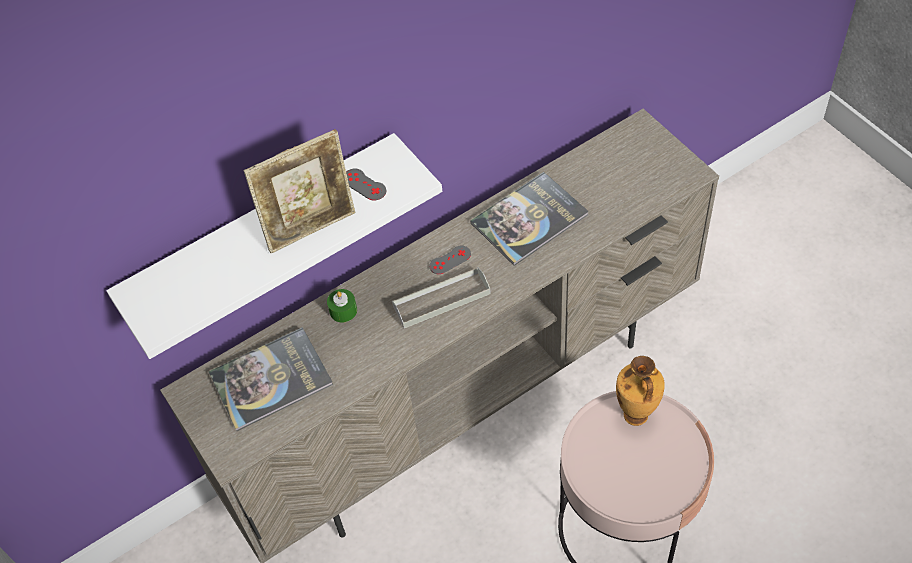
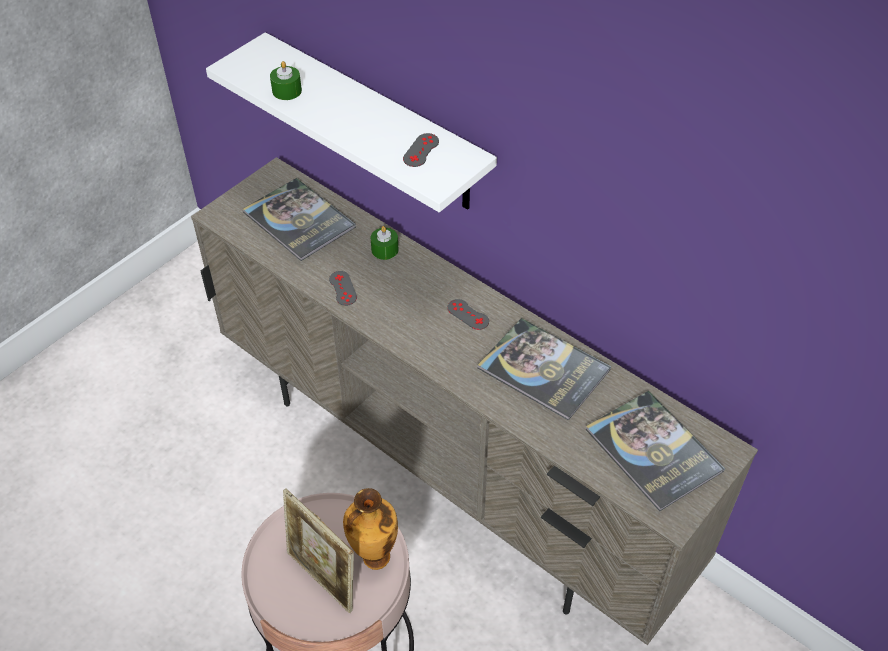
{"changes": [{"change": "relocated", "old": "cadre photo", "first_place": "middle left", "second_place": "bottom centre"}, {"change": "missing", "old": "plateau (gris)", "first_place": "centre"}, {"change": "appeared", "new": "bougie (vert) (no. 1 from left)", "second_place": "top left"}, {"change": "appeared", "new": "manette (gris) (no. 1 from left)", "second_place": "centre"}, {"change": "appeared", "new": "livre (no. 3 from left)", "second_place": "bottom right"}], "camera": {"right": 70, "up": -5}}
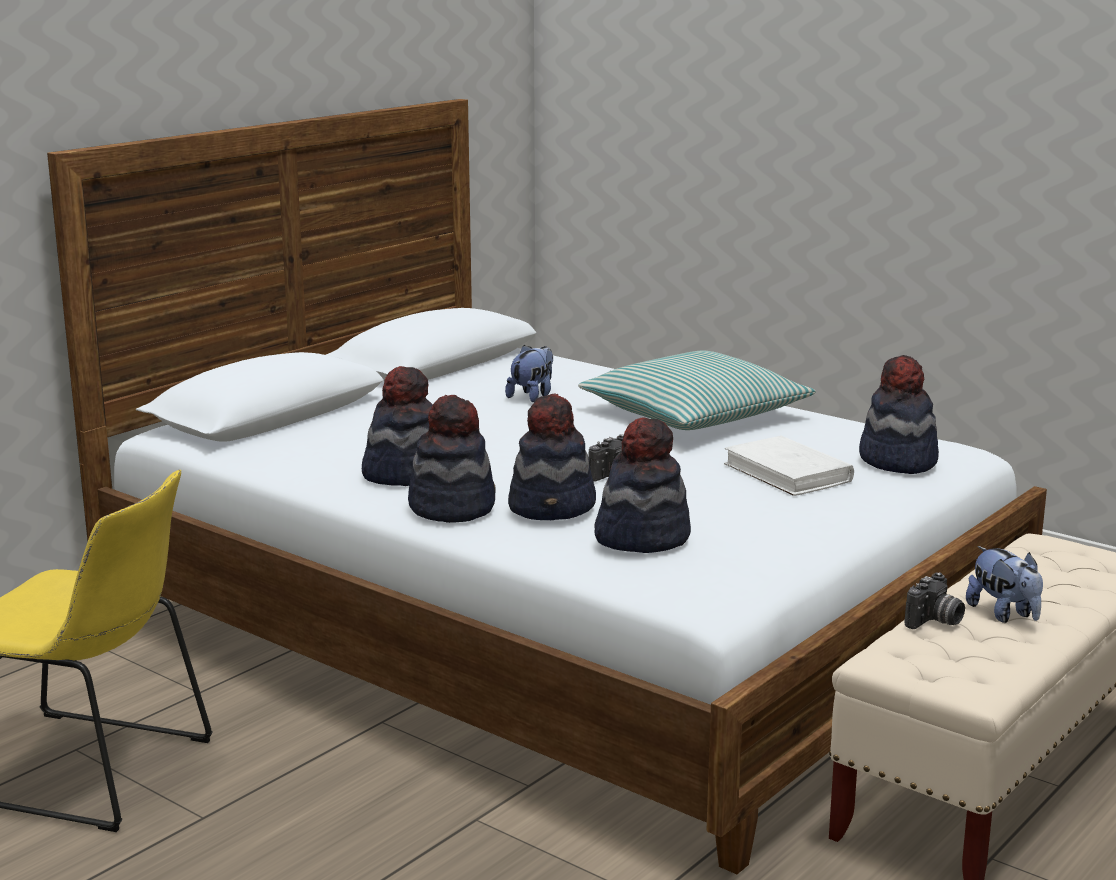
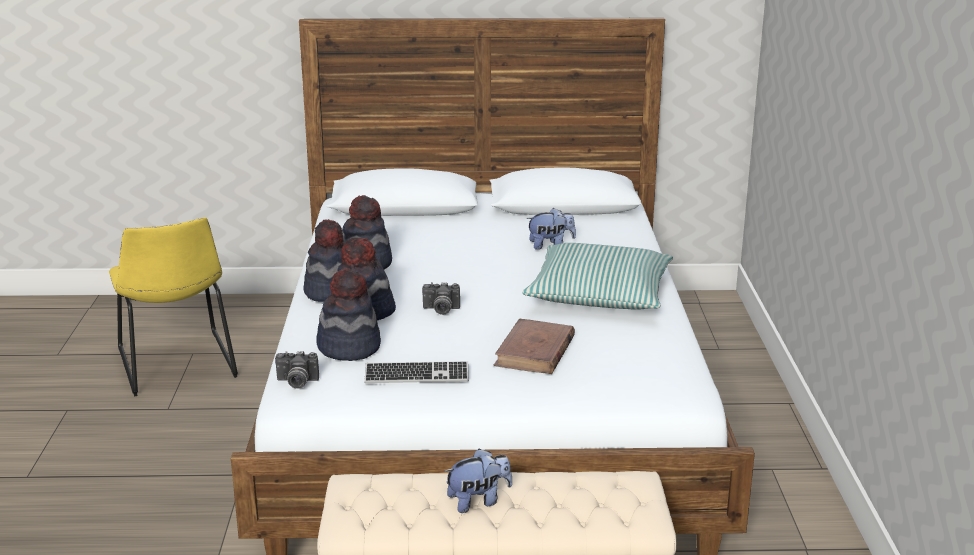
{"changes": [{"change": "colour", "old": "livre (blanc)", "new": "livre (marron)", "first_place": "middle right", "second_place": "centre"}, {"change": "missing", "old": "chapeau (no. 5 from left)", "first_place": "middle right"}, {"change": "relocated", "old": "appareil photo (no. 2 from left in the first image)", "new": "appareil photo (no. 1 from left)", "first_place": "bottom right", "second_place": "bottom left"}, {"change": "spun", "old": "peluche (no. 2 from left in the first image)", "first_place": "middle right", "second_place": "bottom centre", "degrees": -135}, {"change": "appeared", "new": "clavier", "second_place": "bottom centre"}], "camera": {"right": 50, "up": 5}}
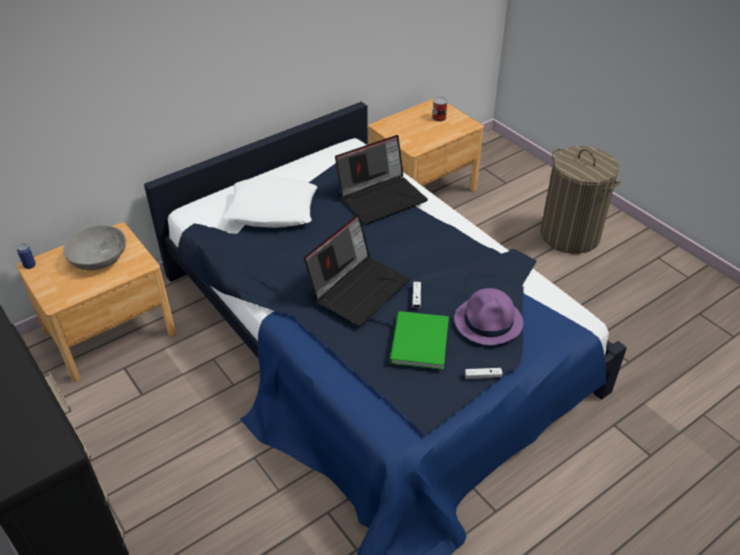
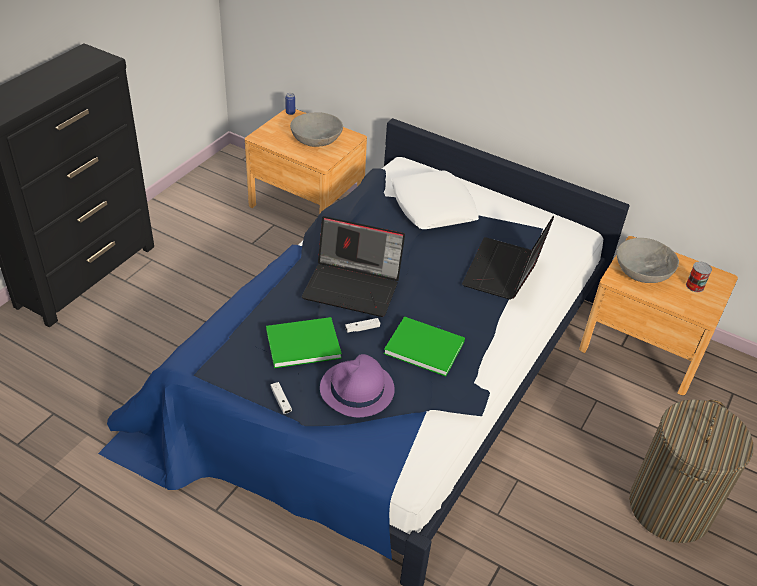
{"changes": [{"change": "spun", "old": "ordinateur portable (no. 2 from left)", "first_place": "top centre", "second_place": "middle right", "degrees": 75}, {"change": "appeared", "new": "livre (vert) (no. 2 from left)", "second_place": "centre"}, {"change": "appeared", "new": "bol (gris) (no. 2 from left)", "second_place": "middle right"}], "camera": {"right": 65, "up": 0}}
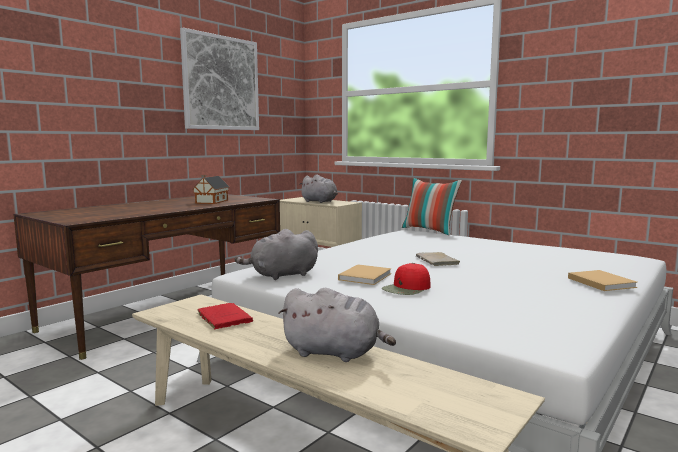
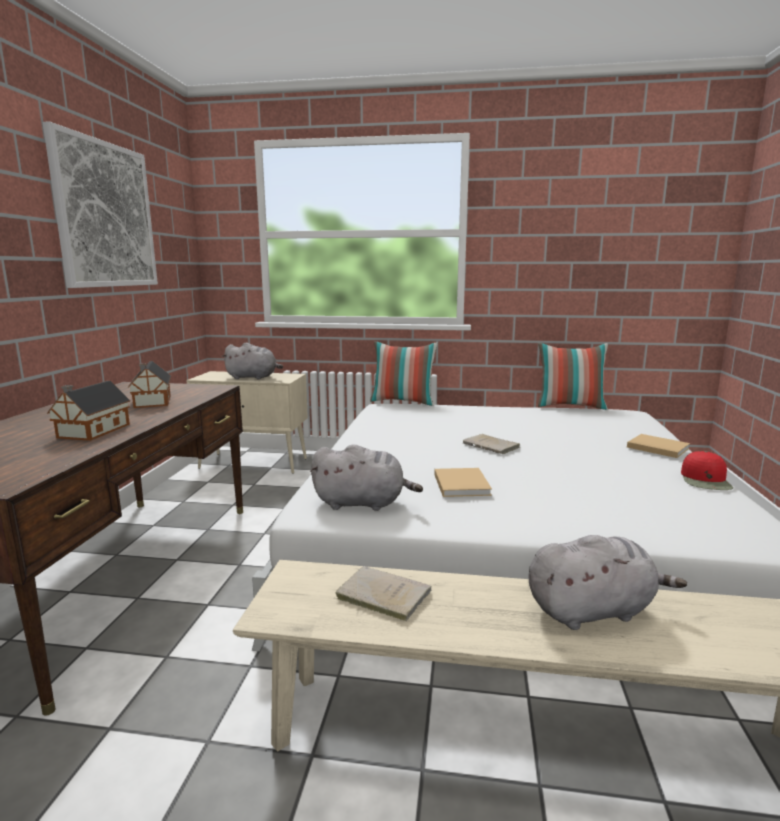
{"changes": [{"change": "colour", "old": "livre (rouge)", "new": "livre (beige) (no. 1 from left)", "first_place": "bottom left", "second_place": "bottom centre"}, {"change": "spun", "old": "peluche (gris) (no. 1 from left in the first image)", "first_place": "centre", "second_place": "centre", "degrees": -120}, {"change": "relocated", "old": "casquette (rouge)", "first_place": "centre", "second_place": "middle right"}, {"change": "appeared", "new": "maison miniature (no. 1 from left)", "second_place": "middle left"}, {"change": "appeared", "new": "coussin (no. 2 from left)", "second_place": "middle right"}], "camera": {"right": -30, "up": 5}}
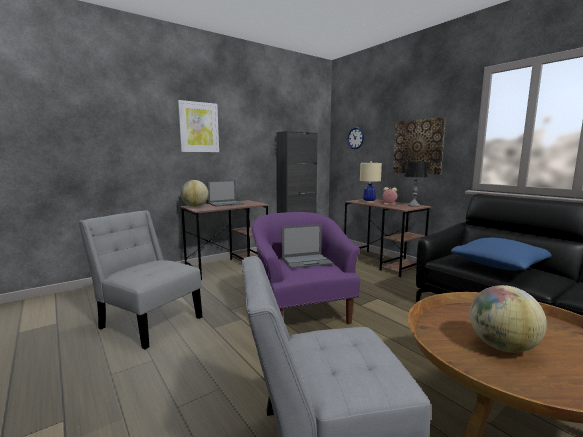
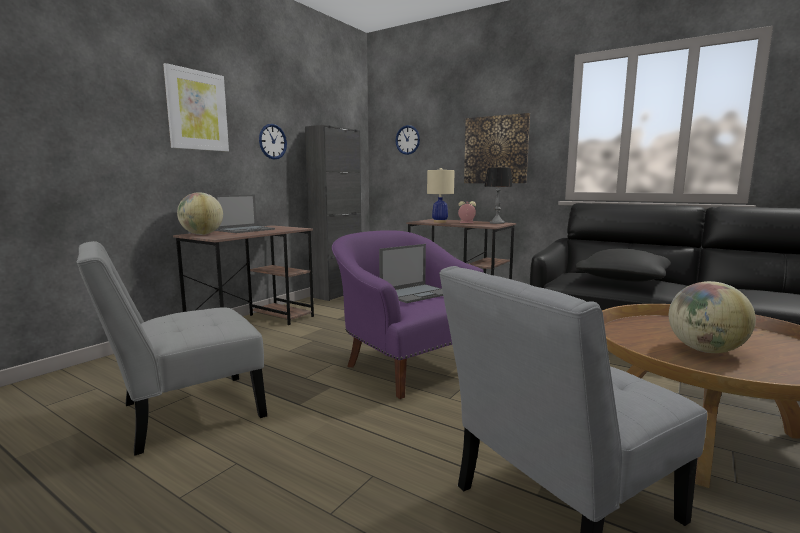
{"changes": [{"change": "spun", "old": "chaise (gris) (no. 1 from left)", "first_place": "middle left", "second_place": "middle left", "degrees": -45}, {"change": "colour", "old": "coussin (bleu)", "new": "coussin (noir)", "first_place": "middle right", "second_place": "middle right"}, {"change": "appeared", "new": "horloge murale (no. 1 from left)", "second_place": "top centre"}], "camera": {"right": -20, "up": 0}}
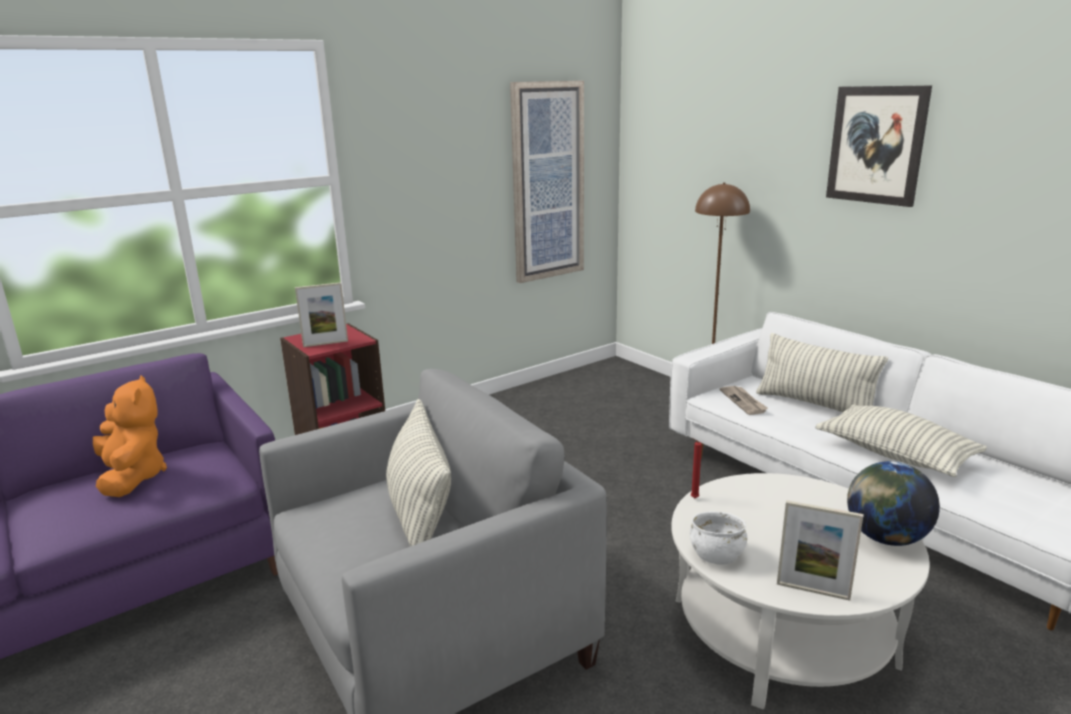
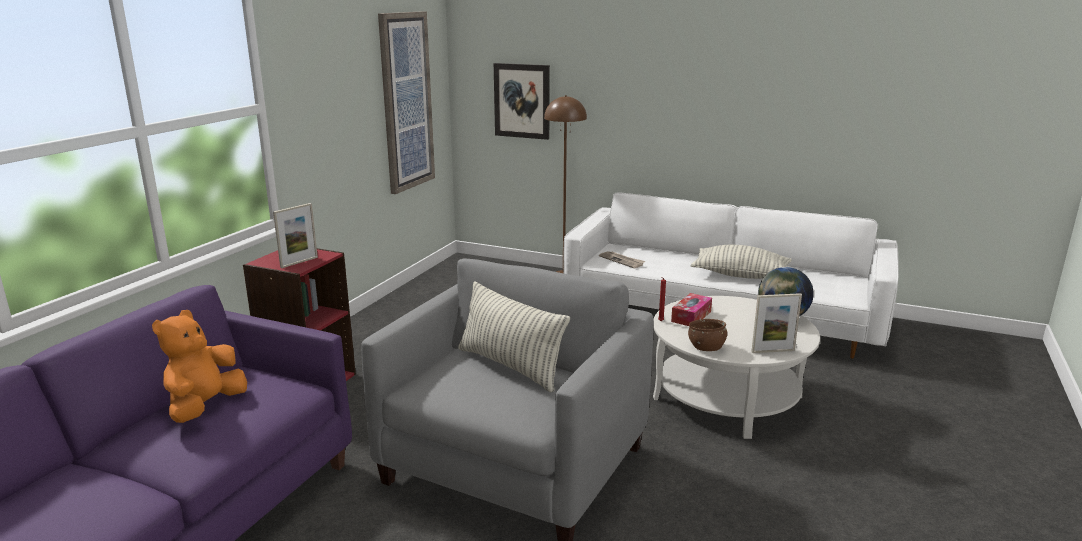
{"changes": [{"change": "spun", "old": "peluche (orange)", "first_place": "middle left", "second_place": "bottom left", "degrees": -105}, {"change": "colour", "old": "bol (blanc)", "new": "bol (marron)", "first_place": "bottom right", "second_place": "centre"}, {"change": "missing", "old": "coussin (no. 2 from left)", "first_place": "middle right"}, {"change": "relocated", "old": "tableau (no. 2 from left)", "first_place": "top right", "second_place": "top centre"}, {"change": "appeared", "new": "boîte à mouchoirs", "second_place": "centre"}], "camera": {"right": -30, "up": 0}}
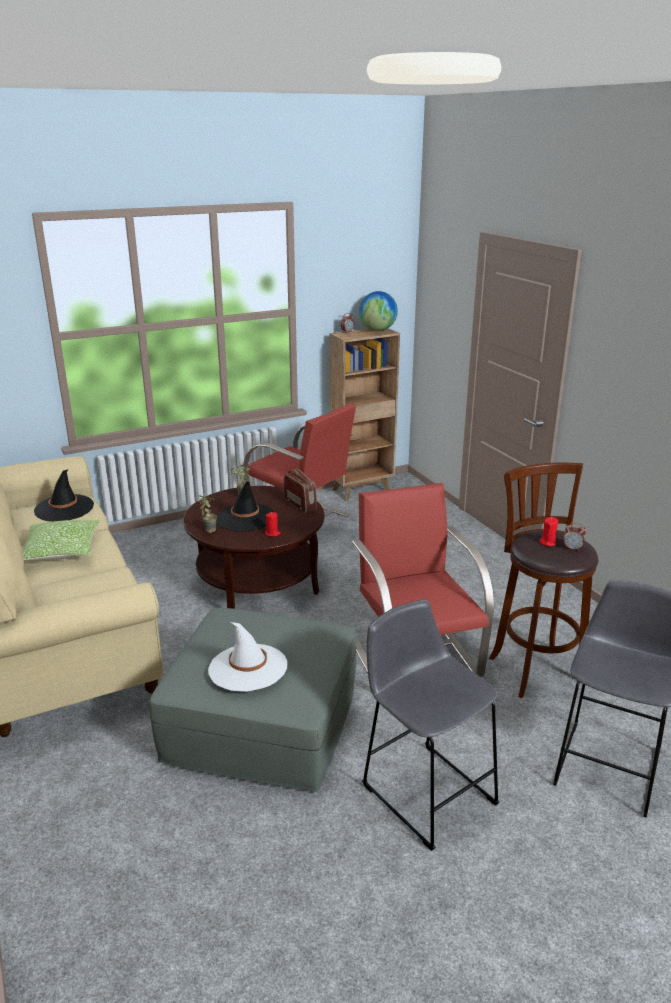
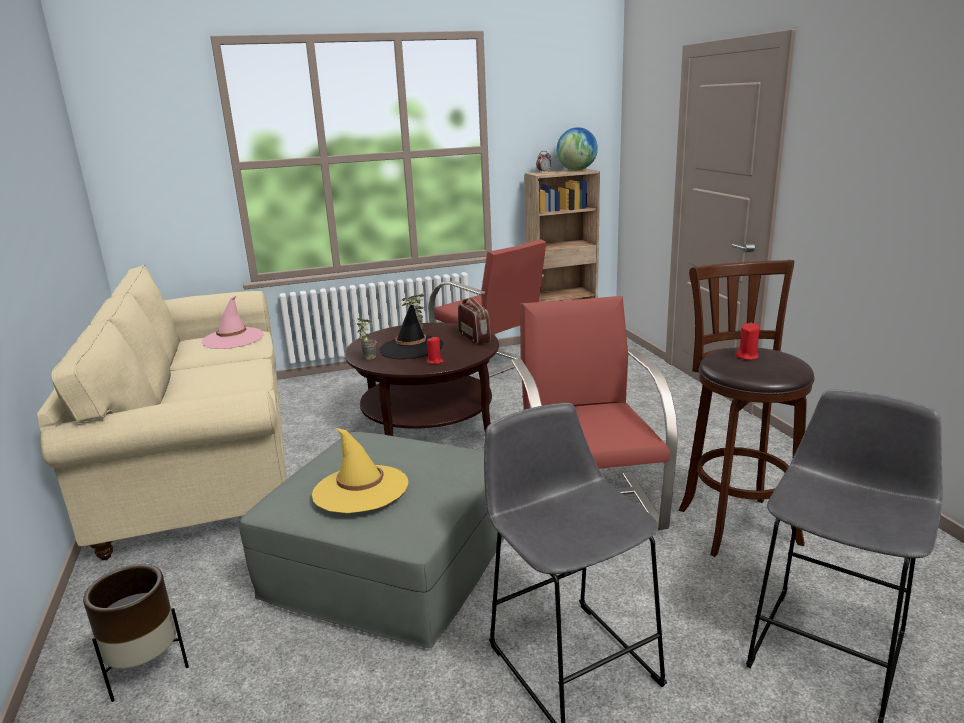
{"changes": [{"change": "missing", "old": "coussin", "first_place": "middle left"}, {"change": "colour", "old": "chapeau (noir) (no. 1 from left)", "new": "chapeau (rose)", "first_place": "middle left", "second_place": "middle left"}, {"change": "colour", "old": "chapeau (blanc)", "new": "chapeau (jaune)", "first_place": "centre", "second_place": "centre"}, {"change": "missing", "old": "réveil (no. 2 from left)", "first_place": "middle right"}, {"change": "appeared", "new": "cache-pot (marron)", "second_place": "bottom left"}], "camera": {"right": 10, "up": -5}}
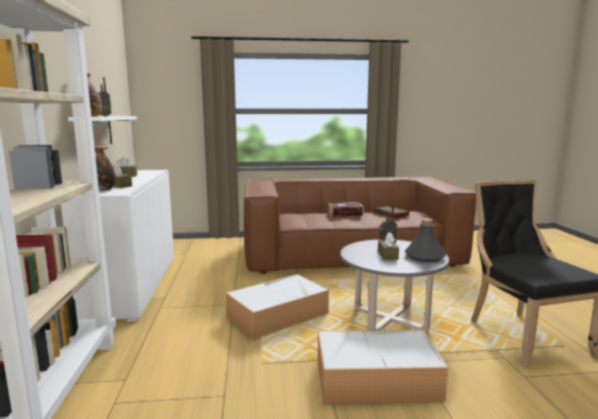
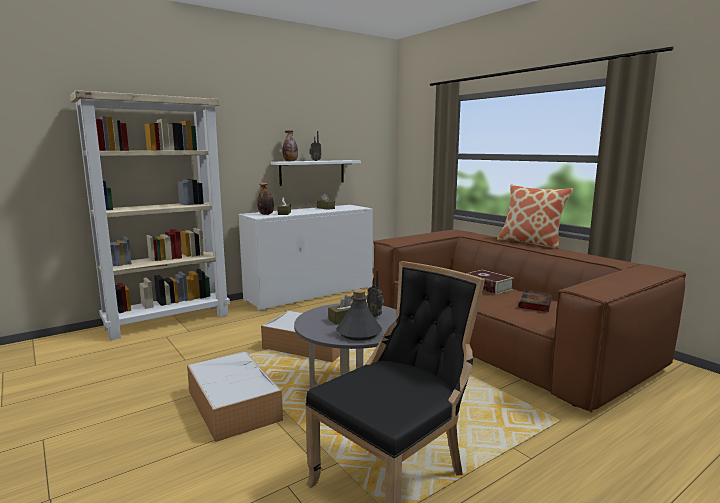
{"changes": [{"change": "appeared", "new": "coussin", "second_place": "middle right"}], "camera": {"right": 60, "up": 0}}
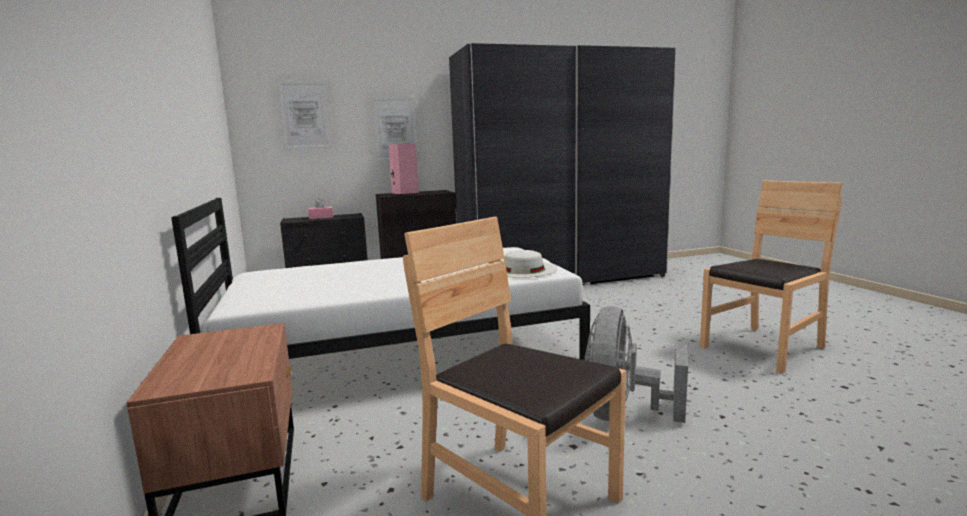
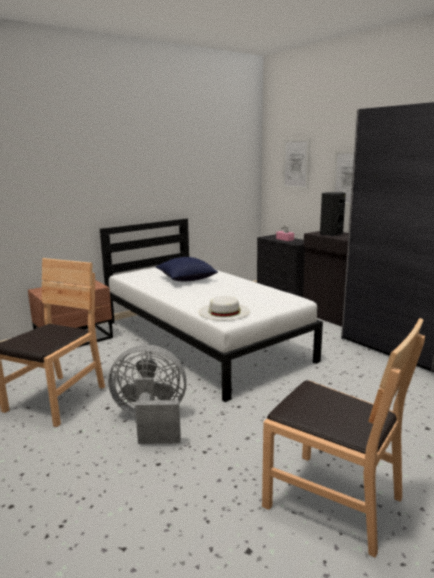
{"changes": [{"change": "colour", "old": "enceinte (rose)", "new": "enceinte (noir)", "first_place": "top centre", "second_place": "middle right"}, {"change": "appeared", "new": "coussin (bleu)", "second_place": "centre"}], "camera": {"right": 70, "up": 5}}
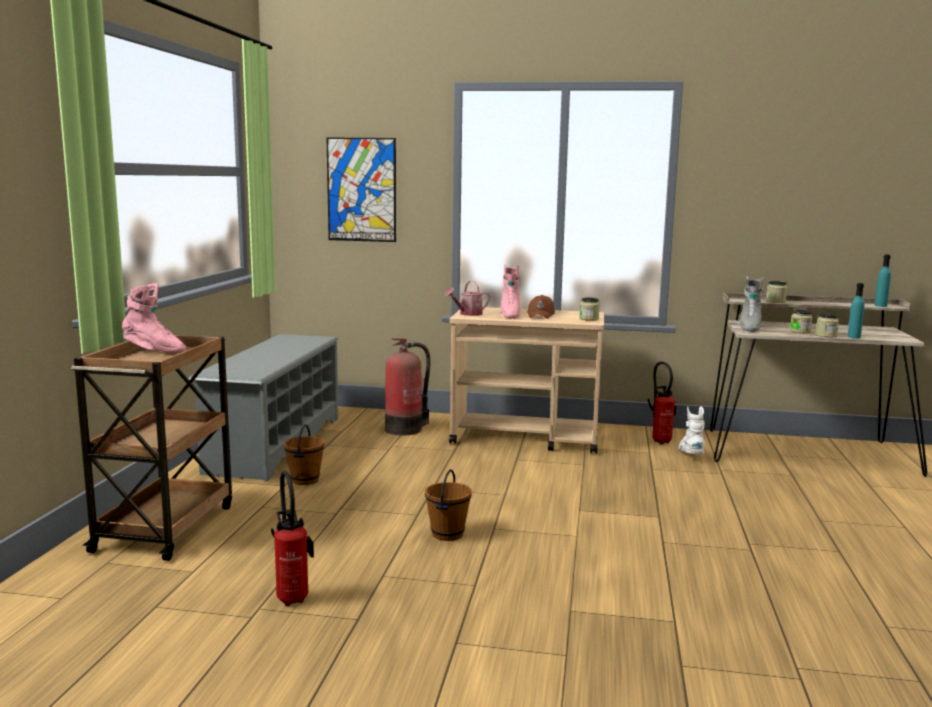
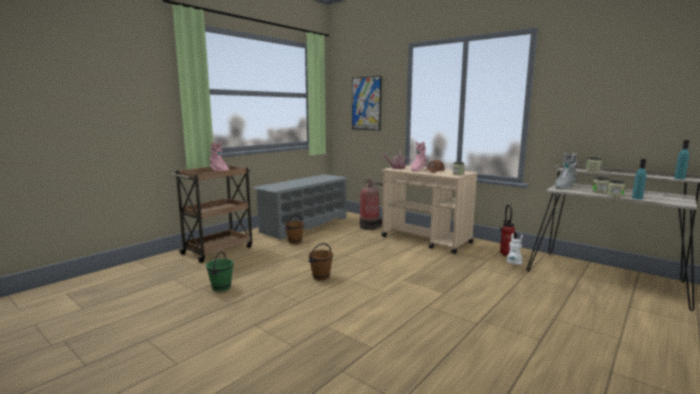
{"changes": [{"change": "exchanged", "old": "extincteur (no. 1 from left)", "new": "seau (vert)", "first_place": "bottom left", "second_place": "bottom left"}], "camera": {"right": 30, "up": 0}}
